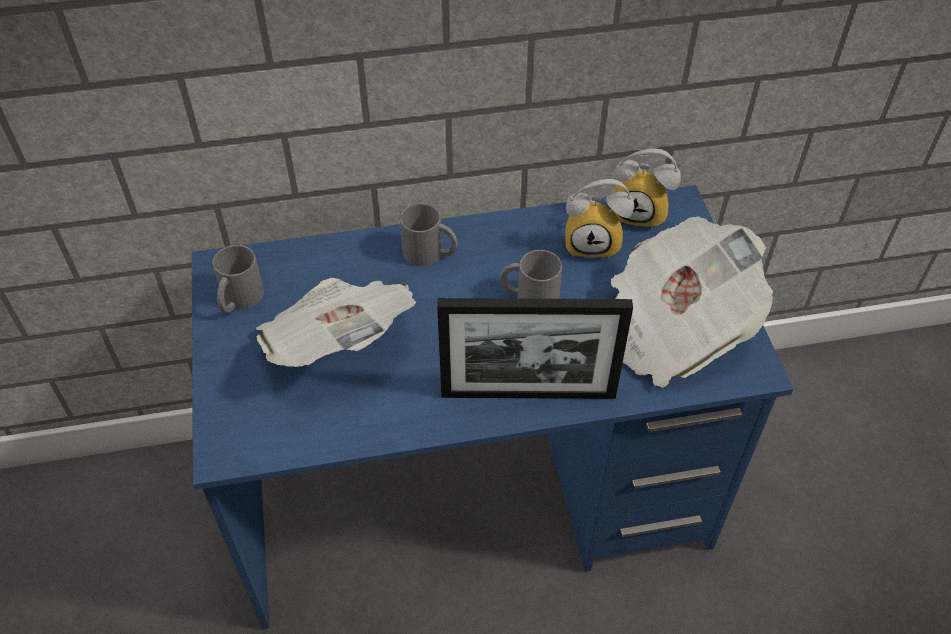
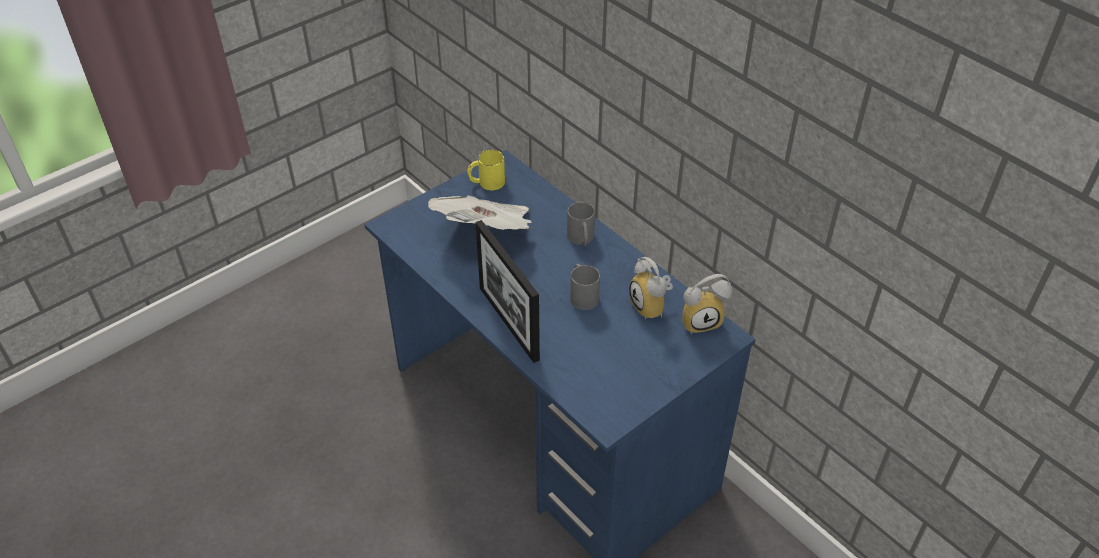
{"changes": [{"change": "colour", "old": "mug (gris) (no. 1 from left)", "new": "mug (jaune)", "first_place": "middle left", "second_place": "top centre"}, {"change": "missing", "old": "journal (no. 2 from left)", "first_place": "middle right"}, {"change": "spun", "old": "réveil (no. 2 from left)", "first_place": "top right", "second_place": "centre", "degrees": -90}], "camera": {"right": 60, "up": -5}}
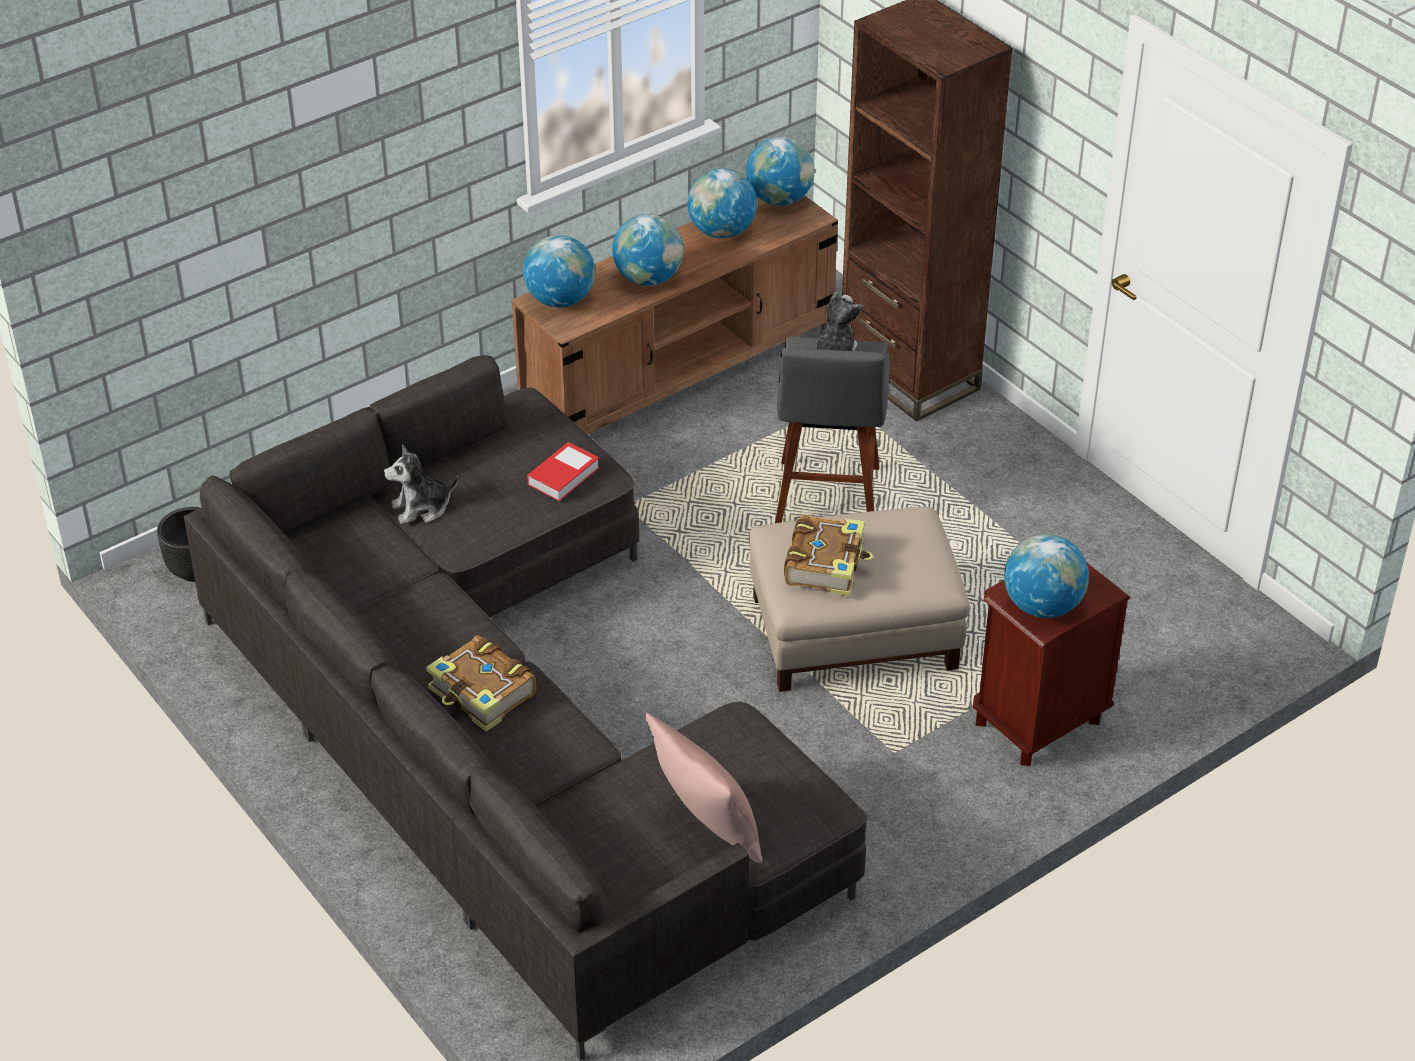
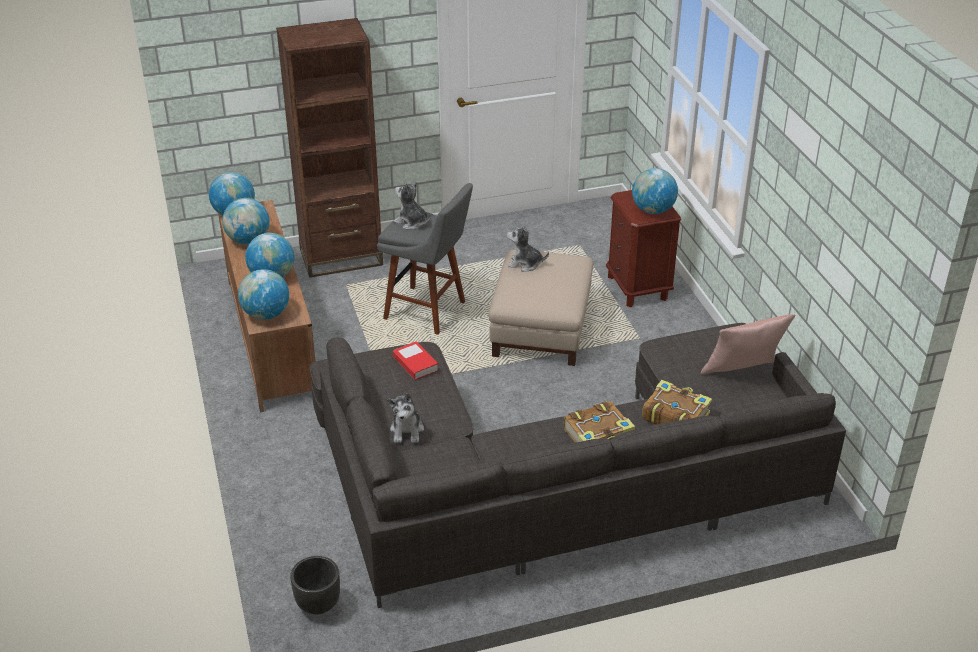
{"changes": [{"change": "relocated", "old": "livre (no. 3 from left)", "first_place": "centre", "second_place": "middle right"}, {"change": "appeared", "new": "peluche (no. 3 from left)", "second_place": "centre"}], "camera": {"right": -70, "up": -5}}
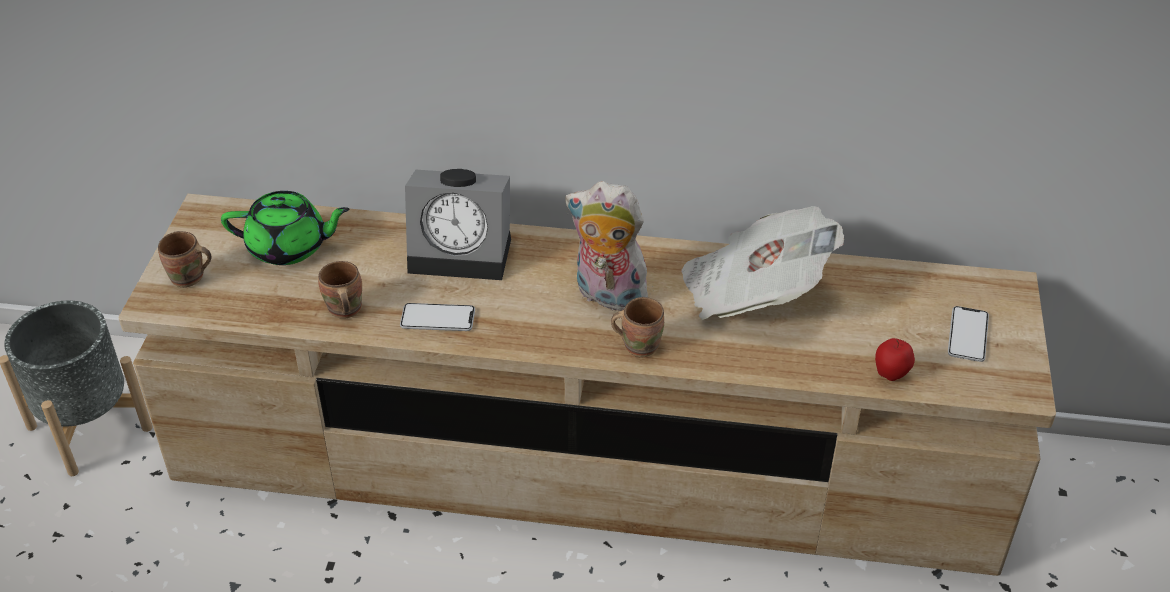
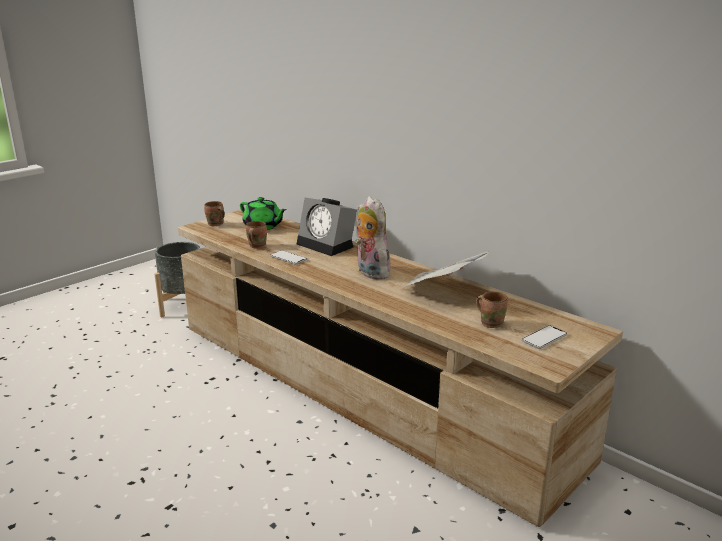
{"changes": [{"change": "relocated", "old": "mug (marron) (no. 3 from left)", "first_place": "centre", "second_place": "middle right"}, {"change": "missing", "old": "pomme", "first_place": "middle right"}], "camera": {"right": 35, "up": -20}}
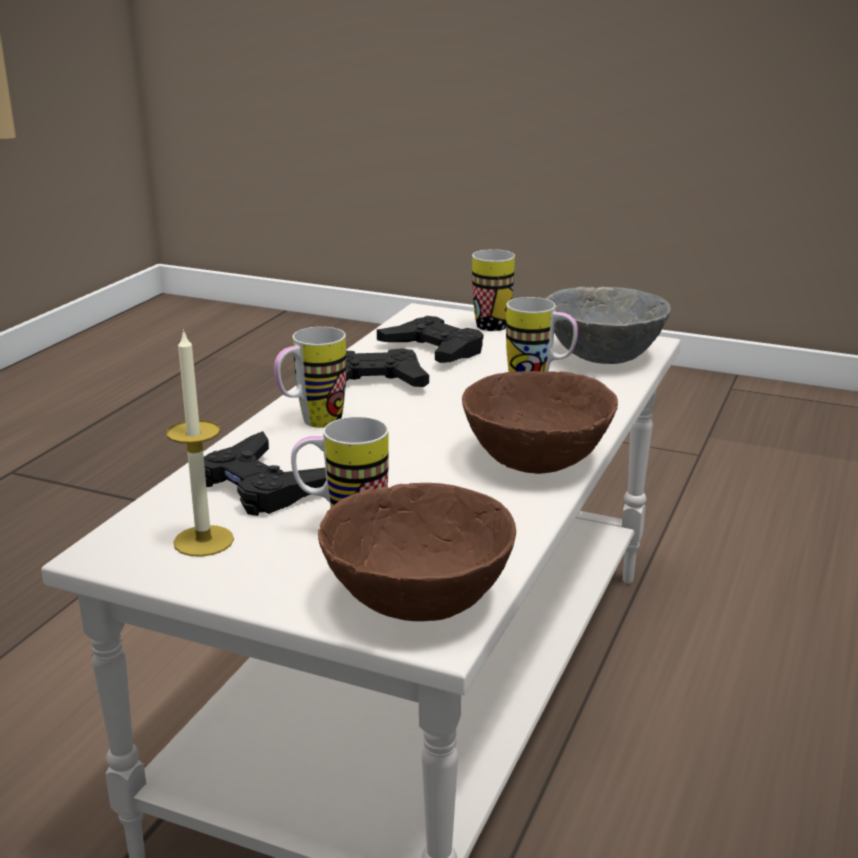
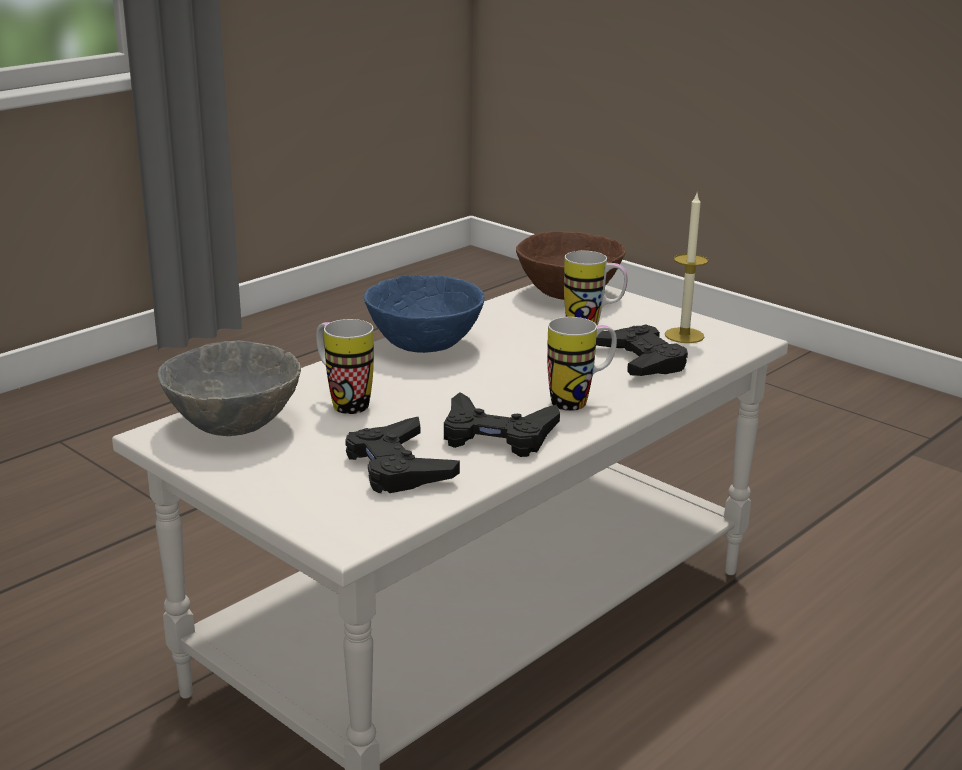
{"changes": [{"change": "colour", "old": "bol (marron) (no. 2 from left)", "new": "bol (bleu)", "first_place": "centre", "second_place": "centre"}, {"change": "missing", "old": "mug (no. 3 from left)", "first_place": "centre"}], "camera": {"right": -160, "up": 0}}
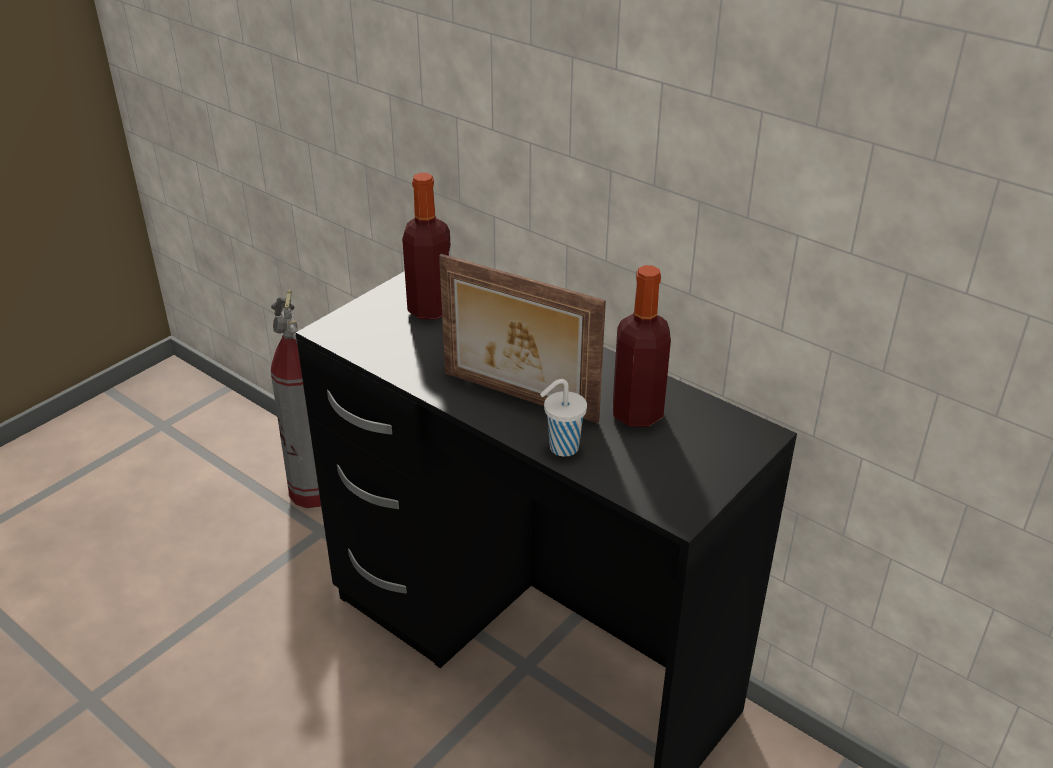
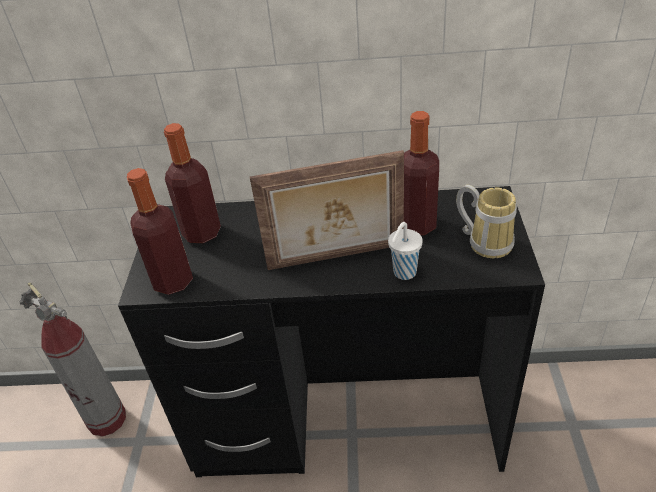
{"changes": [{"change": "appeared", "new": "bouteille (no. 1 from left)", "second_place": "middle left"}, {"change": "appeared", "new": "mug", "second_place": "middle right"}], "camera": {"right": -35, "up": 5}}
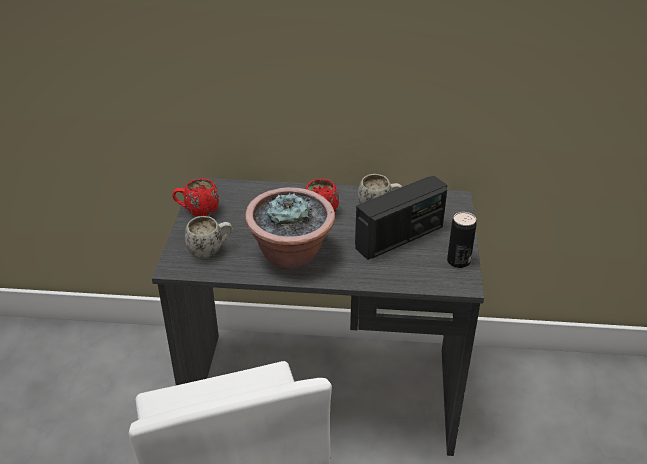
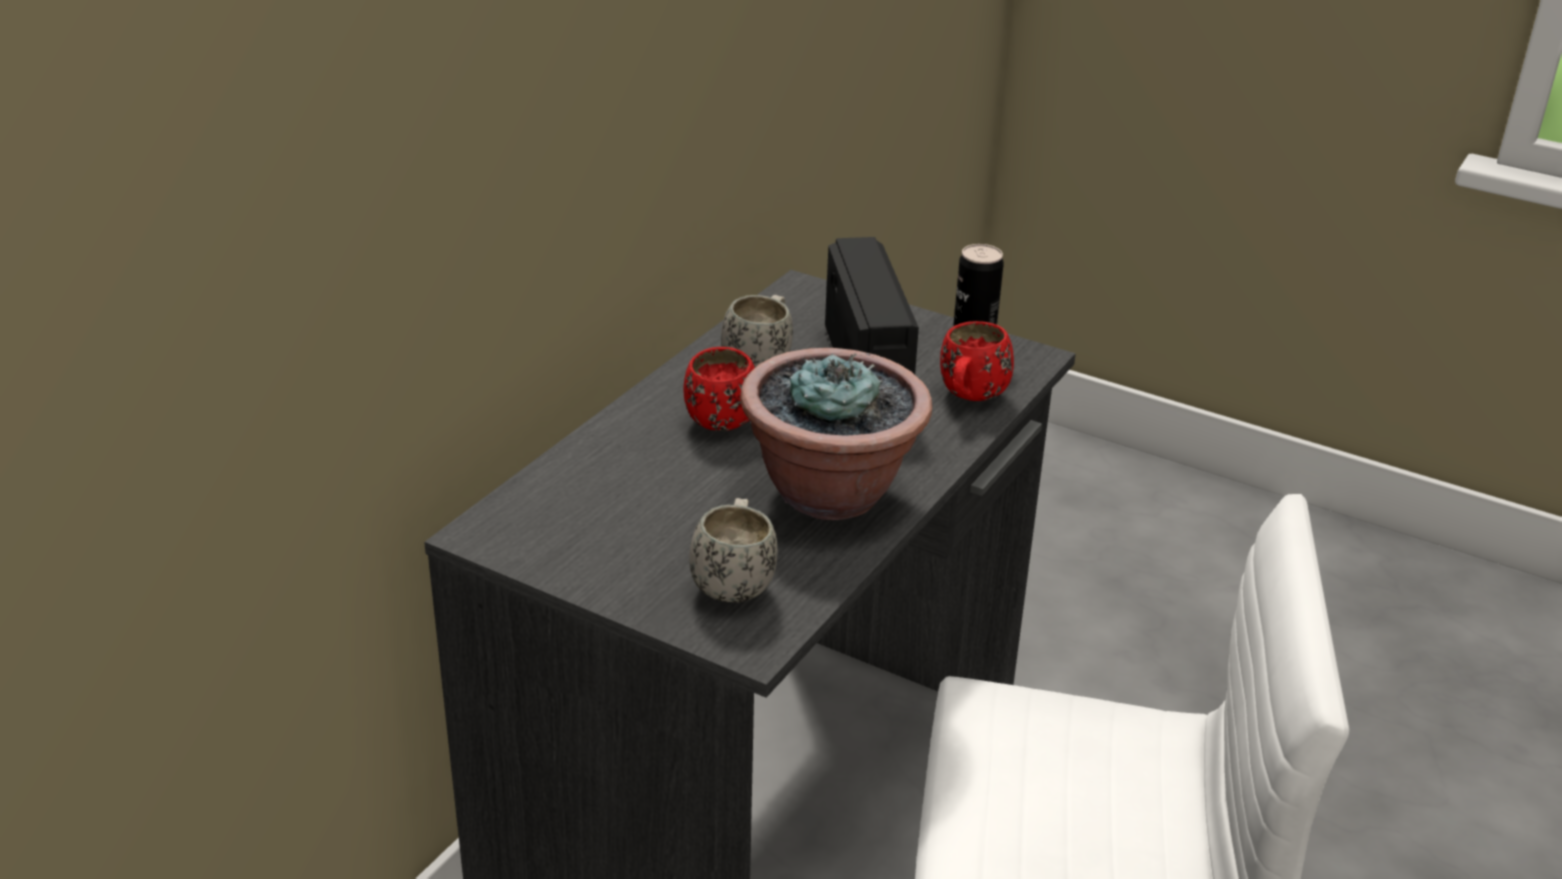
{"changes": [{"change": "relocated", "old": "mug (rouge) (no. 1 from left in the first image)", "new": "mug (rouge) (no. 2 from left)", "first_place": "middle left", "second_place": "centre"}], "camera": {"right": -65, "up": -5}}
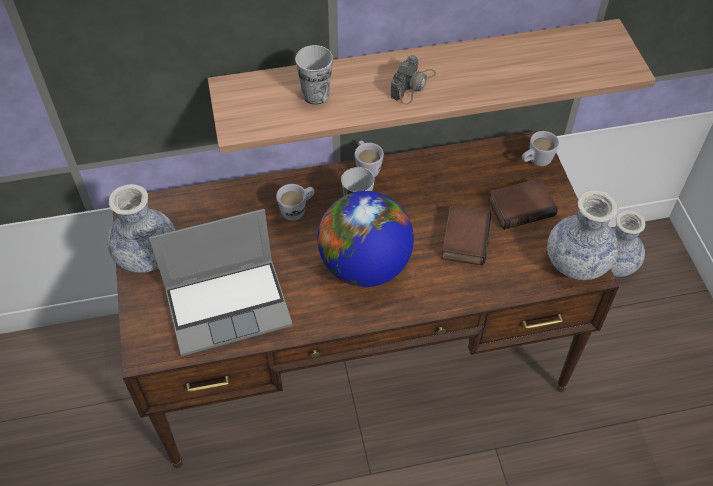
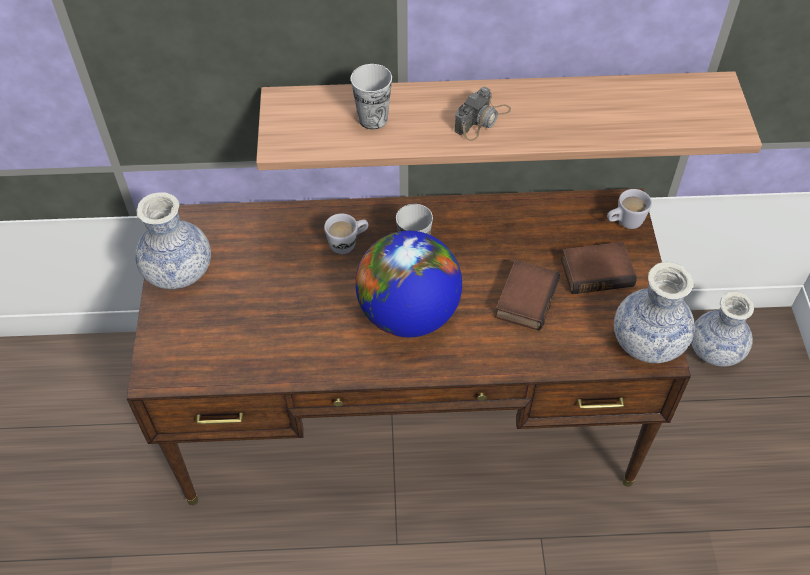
{"changes": [{"change": "missing", "old": "ordinateur portable", "first_place": "middle left"}, {"change": "missing", "old": "mug (blanc) (no. 2 from left)", "first_place": "top centre"}], "camera": {"right": 10, "up": 0}}
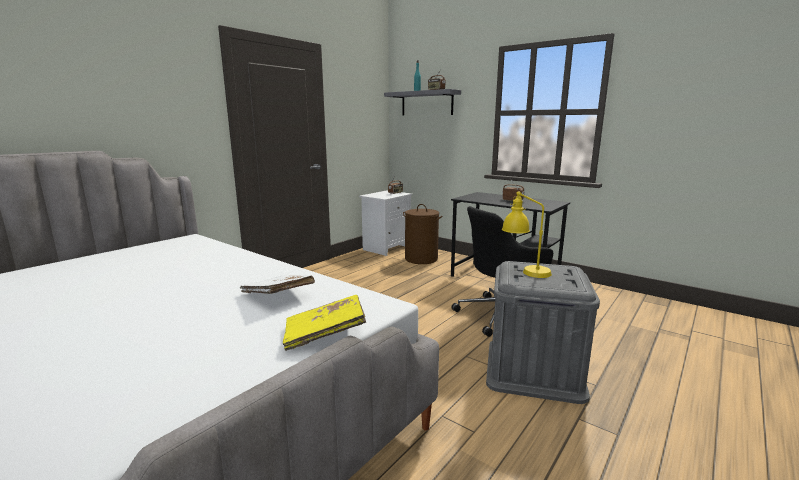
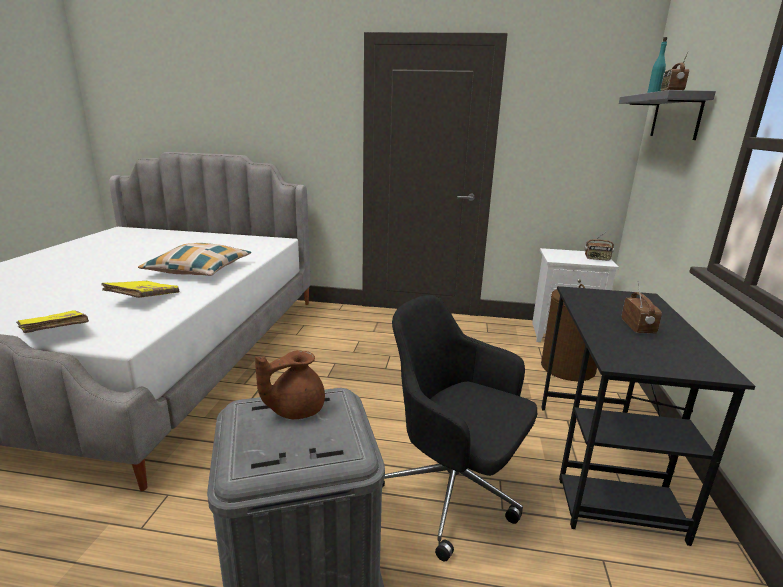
{"changes": [{"change": "colour", "old": "livre (blanc)", "new": "livre (jaune) (no. 2 from left)", "first_place": "centre", "second_place": "middle left"}, {"change": "exchanged", "old": "lampe de table (jaune)", "new": "théière (marron)", "first_place": "centre", "second_place": "centre"}, {"change": "appeared", "new": "coussin", "second_place": "middle left"}], "camera": {"right": 60, "up": 5}}
